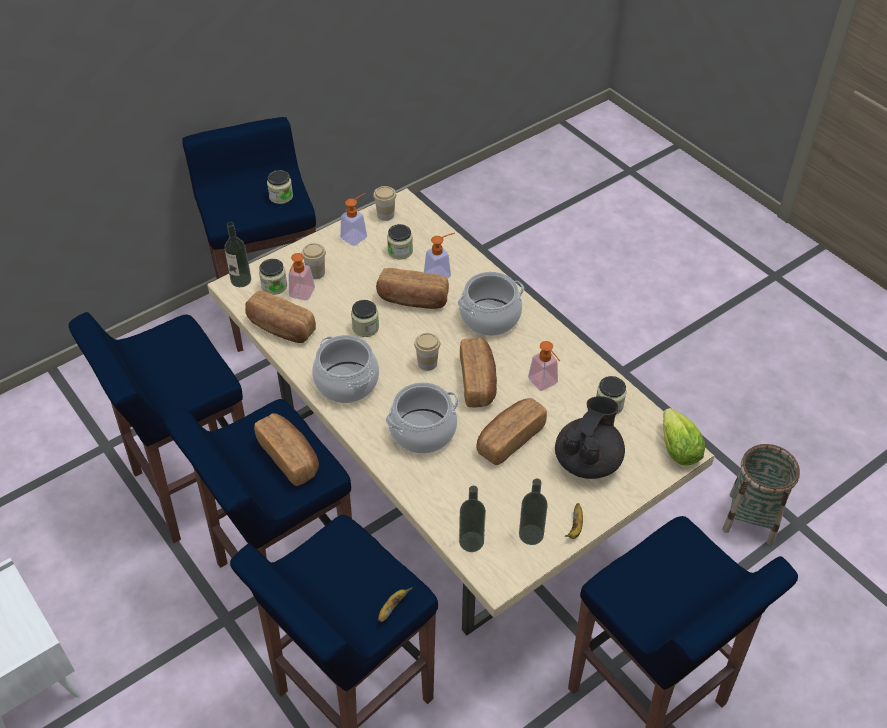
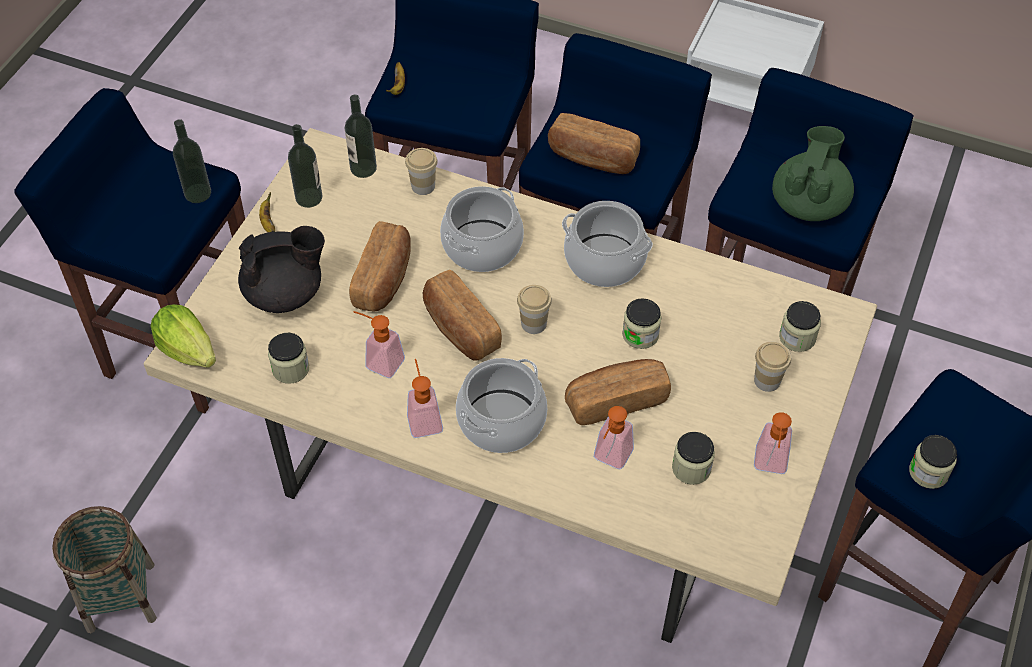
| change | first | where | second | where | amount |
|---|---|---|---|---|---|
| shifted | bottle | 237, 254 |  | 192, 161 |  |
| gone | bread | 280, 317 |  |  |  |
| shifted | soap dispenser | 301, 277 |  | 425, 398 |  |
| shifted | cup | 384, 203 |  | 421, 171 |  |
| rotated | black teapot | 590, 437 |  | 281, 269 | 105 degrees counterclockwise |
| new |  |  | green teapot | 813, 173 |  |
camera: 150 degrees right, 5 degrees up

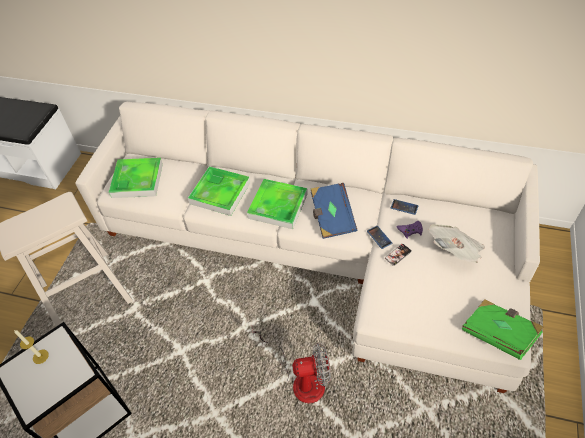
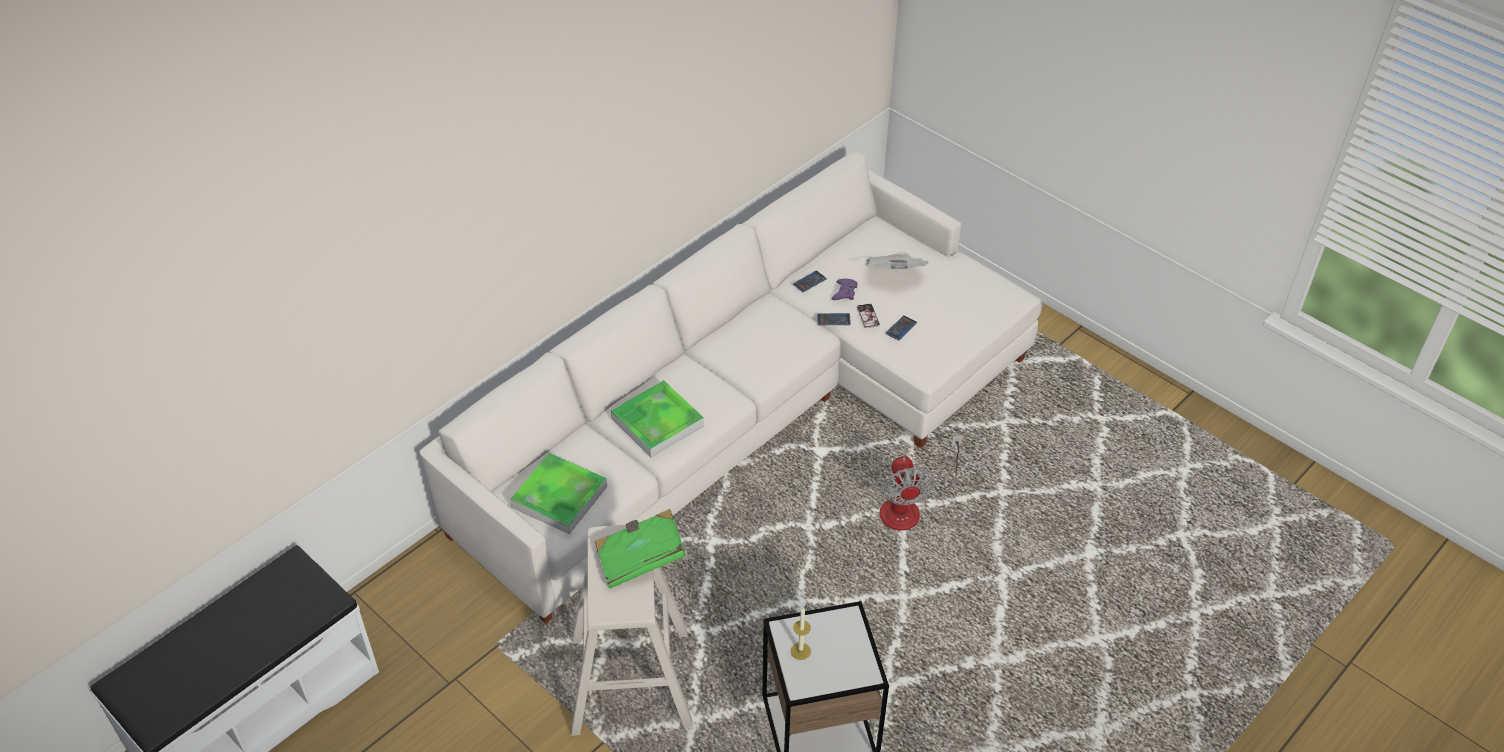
| change | first | where | second | where | amount |
|---|---|---|---|---|---|
| gone | tray | 277, 204 |  |  |  |
| rotated | fan | 291, 365 |  | 921, 483 | 150 degrees clockwise |
| gone | blue book | 334, 211 |  |  |  |
| shifted | green book | 502, 329 |  | 640, 549 |  |
| new |  |  | phone | 901, 327 |  |
camera: 65 degrees left, 5 degrees down

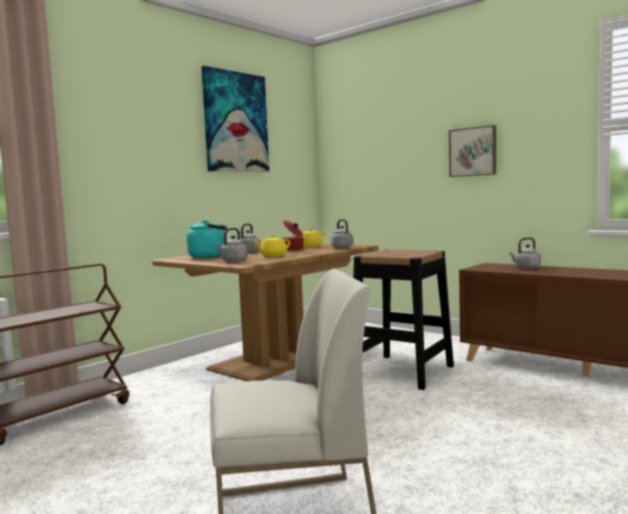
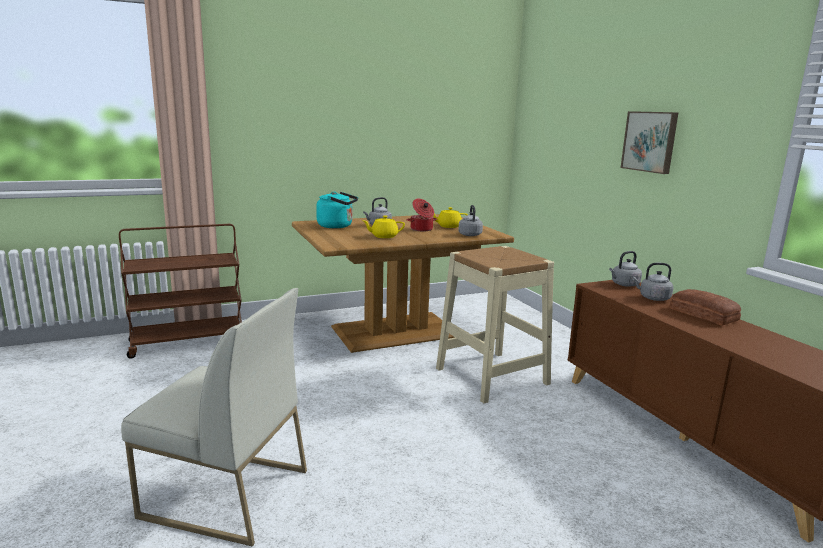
| change | first | where | second | where | amount |
|---|---|---|---|---|---|
| gone | picture | 235, 119 |  |  |  |
| shifted | grey kettle | 232, 245 |  | 625, 269 |  |
| repainted | black stool | 403, 320 | beige stool | 495, 324 |  |
| new |  |  | bread | 705, 307 |  |
camera: 25 degrees right, 10 degrees up

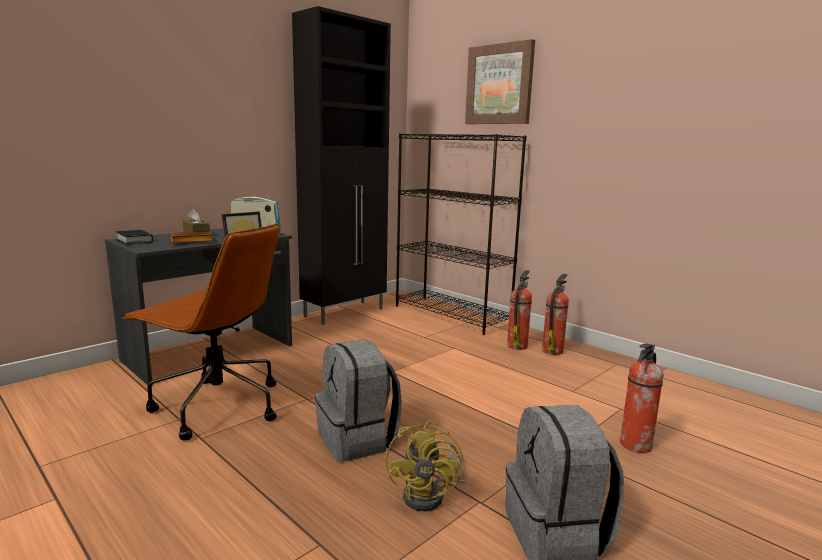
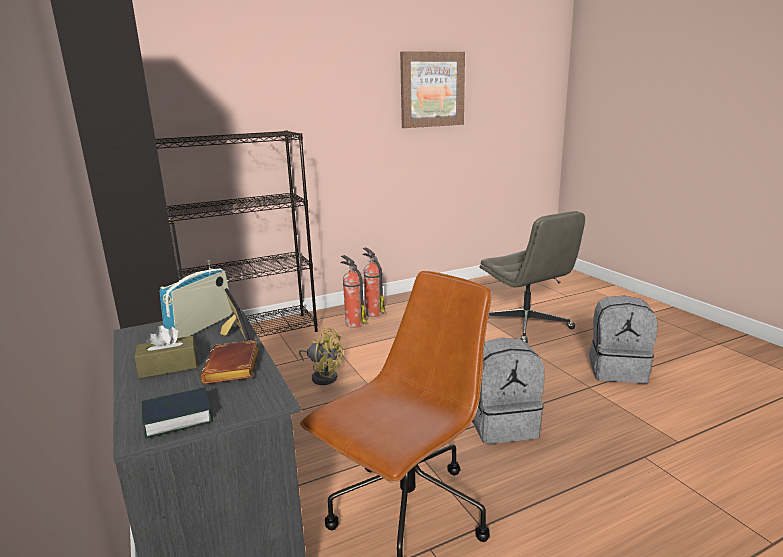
| change | first | where | second | where | amount |
|---|---|---|---|---|---|
| shifted | yellow fan | 426, 465 |  | 321, 356 |  |
| shifted | picture | 500, 81 |  | 432, 89 |  |
| swapped | fire extinguisher | 642, 398 | grey office chair | 532, 277 |  |
camera: 70 degrees left, 5 degrees up

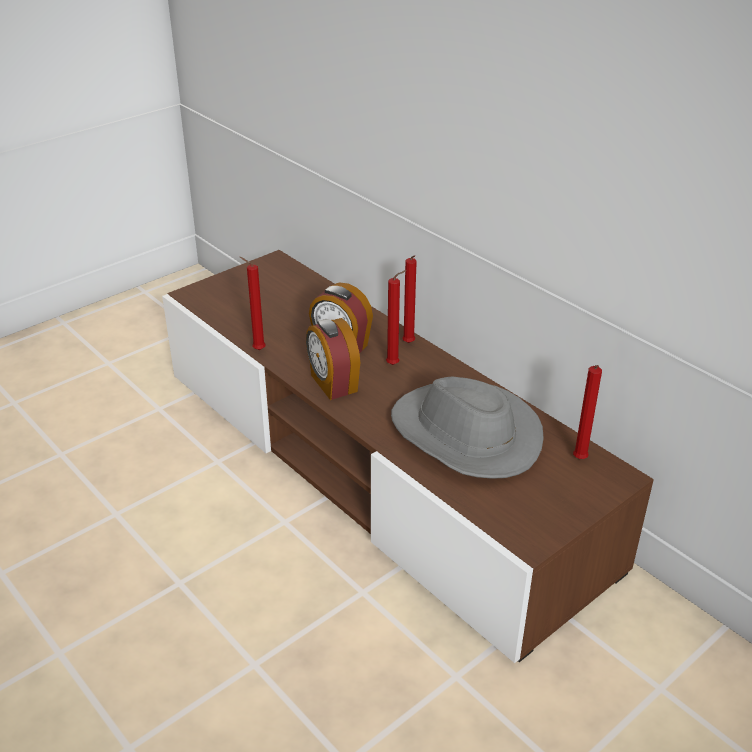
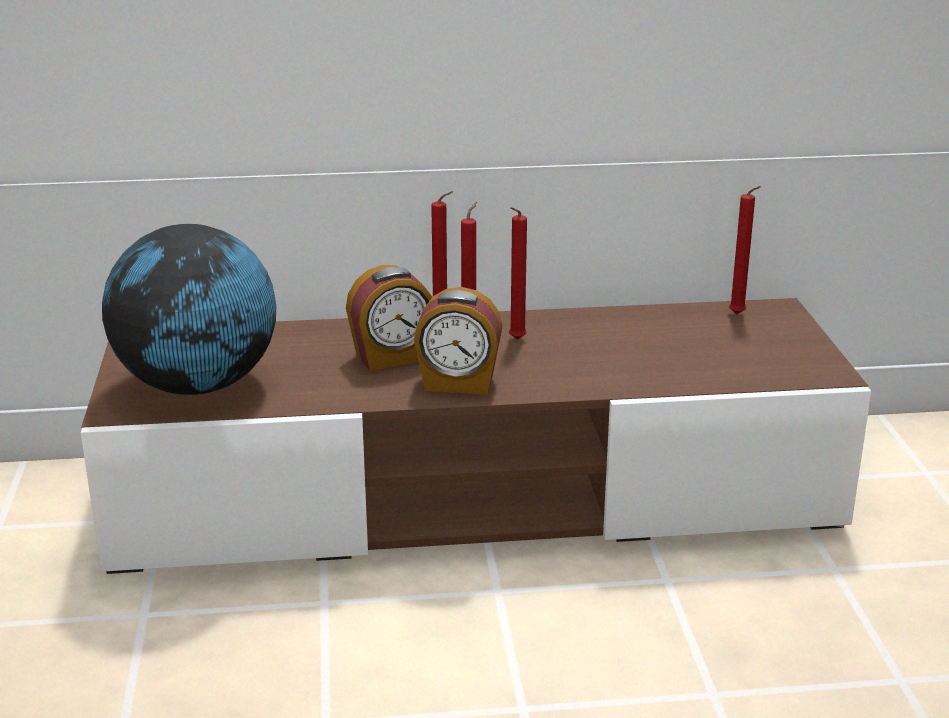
| change | first | where | second | where | amount |
|---|---|---|---|---|---|
| shifted | red candle | 253, 303 |  | 518, 273 |  |
| gone | grey hat | 467, 427 |  |  |  |
| new |  |  | globe | 189, 309 |  |
camera: 55 degrees left, 10 degrees down

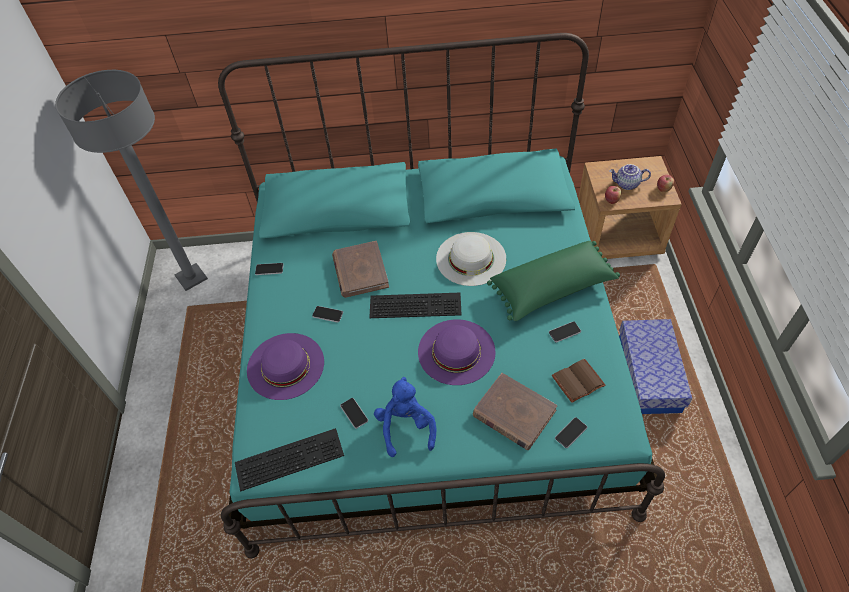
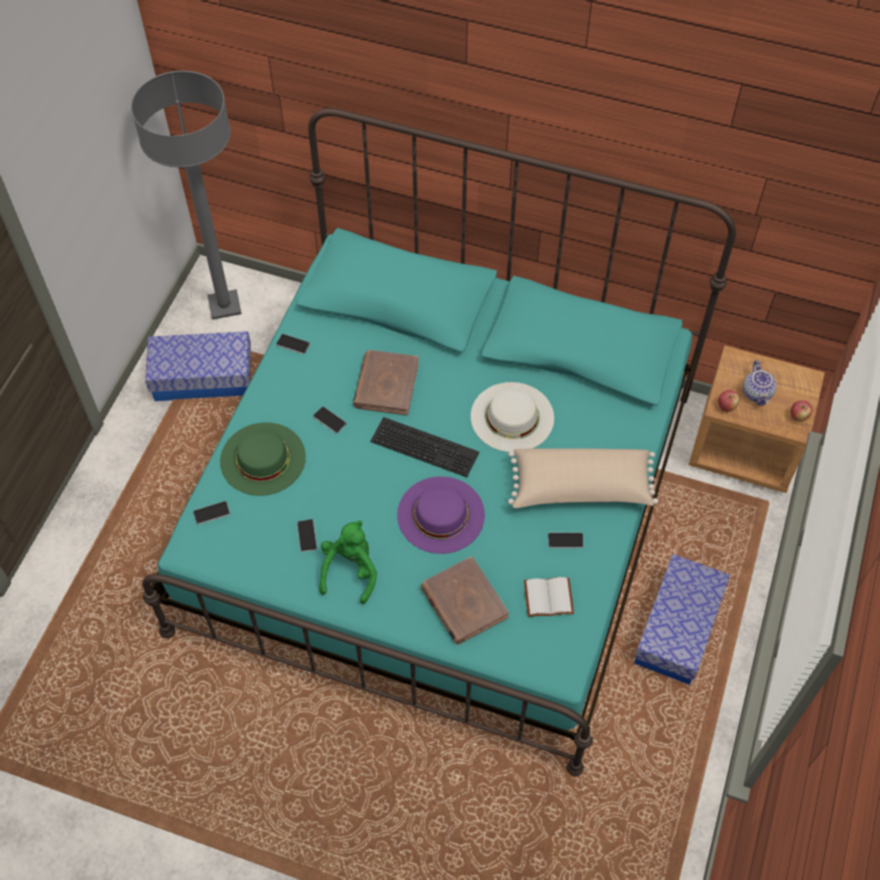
| change | first | where | second | where | amount |
|---|---|---|---|---|---|
| gone | keyboard | 289, 459 |  |  |  |
| repainted | purple hat | 285, 366 | green hat | 263, 459 |  |
| repainted | blue plush toy | 405, 417 | green plush toy | 348, 562 |  |
| repainted | green pillow | 553, 281 | beige pillow | 583, 478 |  |
| repainted | brown book | 579, 381 | white book | 549, 597 |  |
| shifted | phone | 571, 432 |  | 211, 513 |  |
| rotated | teapot | 630, 177 |  | 759, 383 | 120 degrees counterclockwise |
| new |  |  | storage box | 198, 366 |  |
camera: 20 degrees right, 5 degrees up

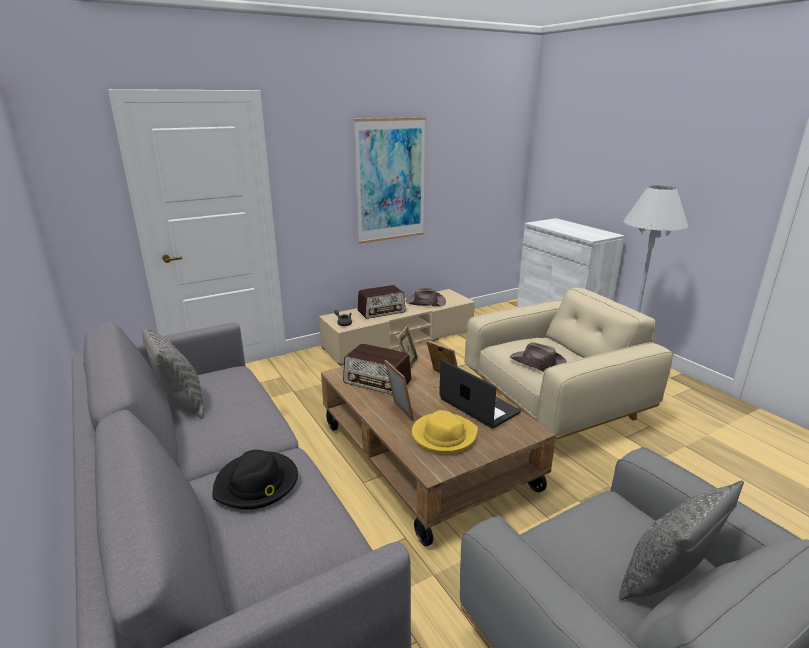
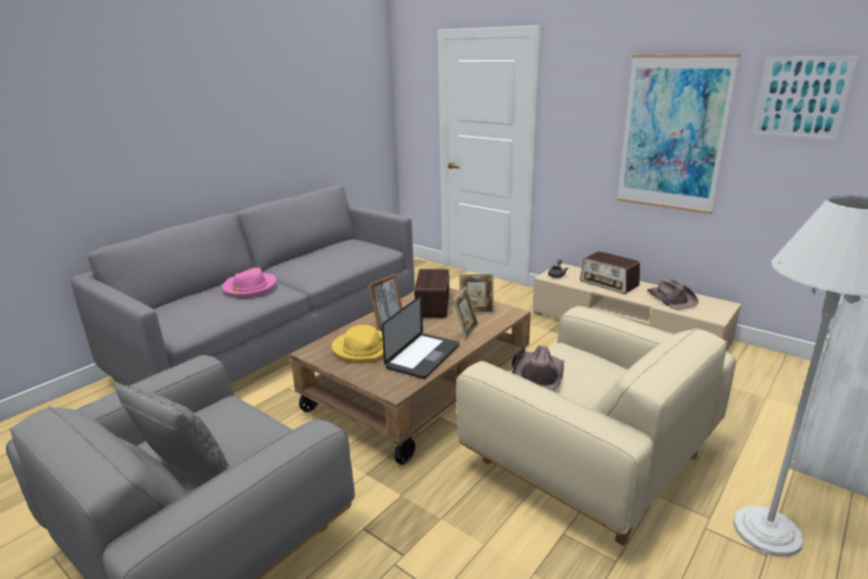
| change | first | where | second | where | amount |
|---|---|---|---|---|---|
| gone | grey pillow | 173, 372 |  |  |  |
| repainted | black hat | 255, 479 | pink hat | 249, 282 |  |
| new |  |  | picture | 805, 98 |  |
camera: 70 degrees right, 0 degrees up

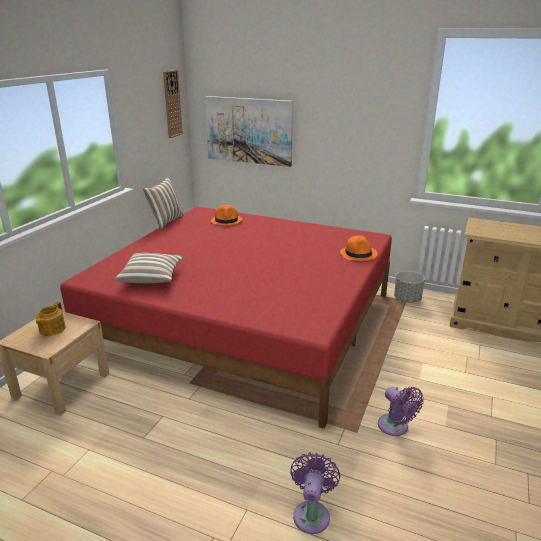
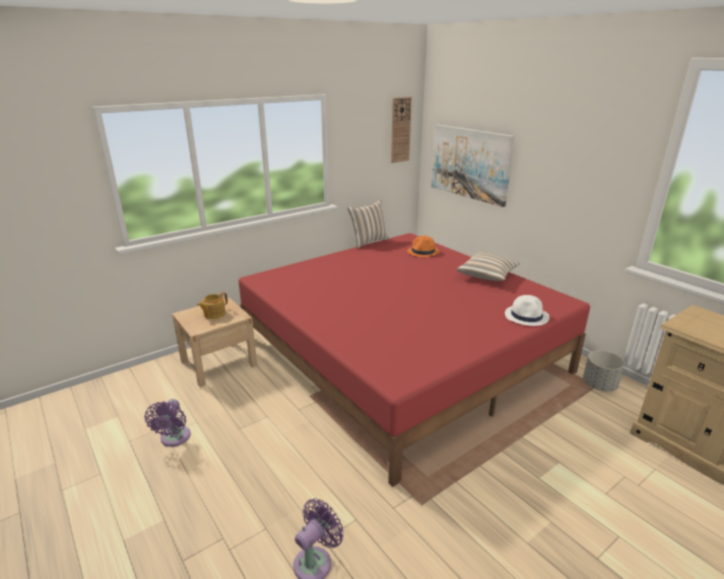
| change | first | where | second | where | amount |
|---|---|---|---|---|---|
| shifted | pillow | 148, 268 |  | 488, 266 |  |
| repainted | orange hat | 359, 248 | white hat | 527, 310 |  |
| shifted | purple fan | 401, 411 |  | 168, 423 |  |
camera: 30 degrees right, 0 degrees up

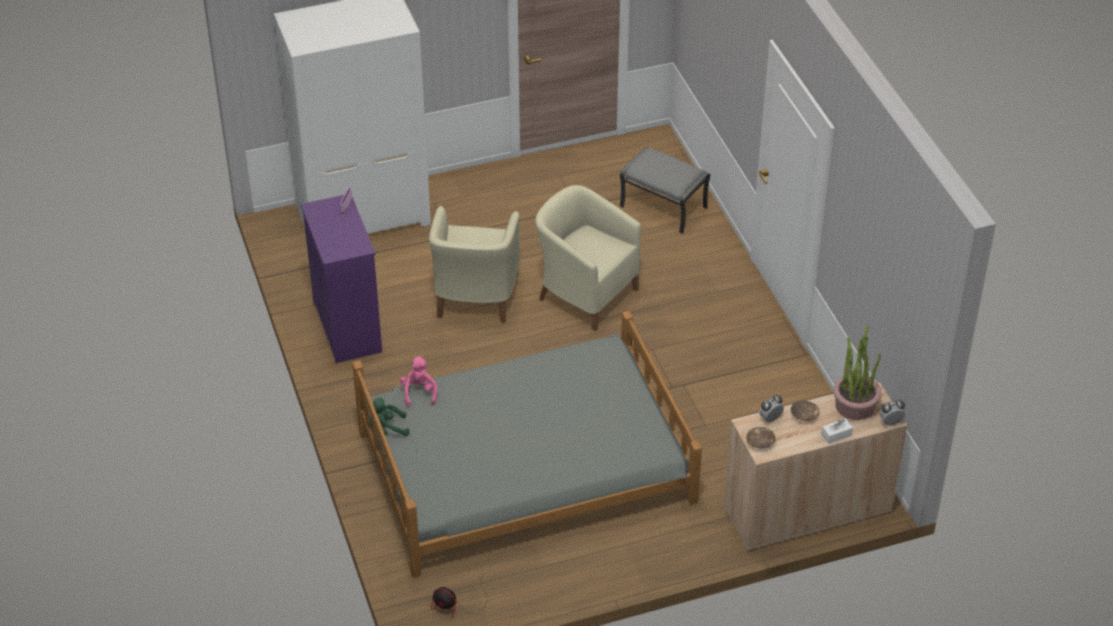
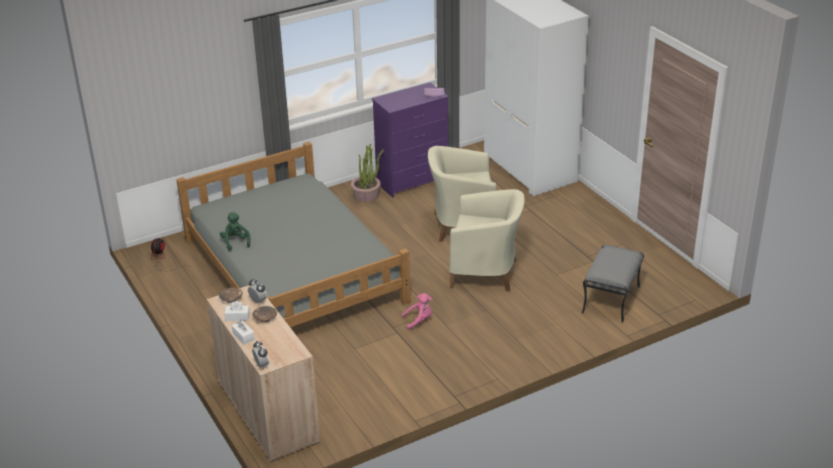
| change | first | where | second | where | amount |
|---|---|---|---|---|---|
| shifted | green plush toy | 389, 417 |  | 235, 231 |  |
| shifted | pink plush toy | 419, 381 |  | 417, 311 |  |
| rotated | beige armchair | 588, 258 |  | 486, 240 | 75 degrees clockwise |
| shifted | potted plant | 857, 372 |  | 367, 173 |  |
| new |  |  | white tissue box | 237, 311 |  |
camera: 80 degrees right, 10 degrees down

